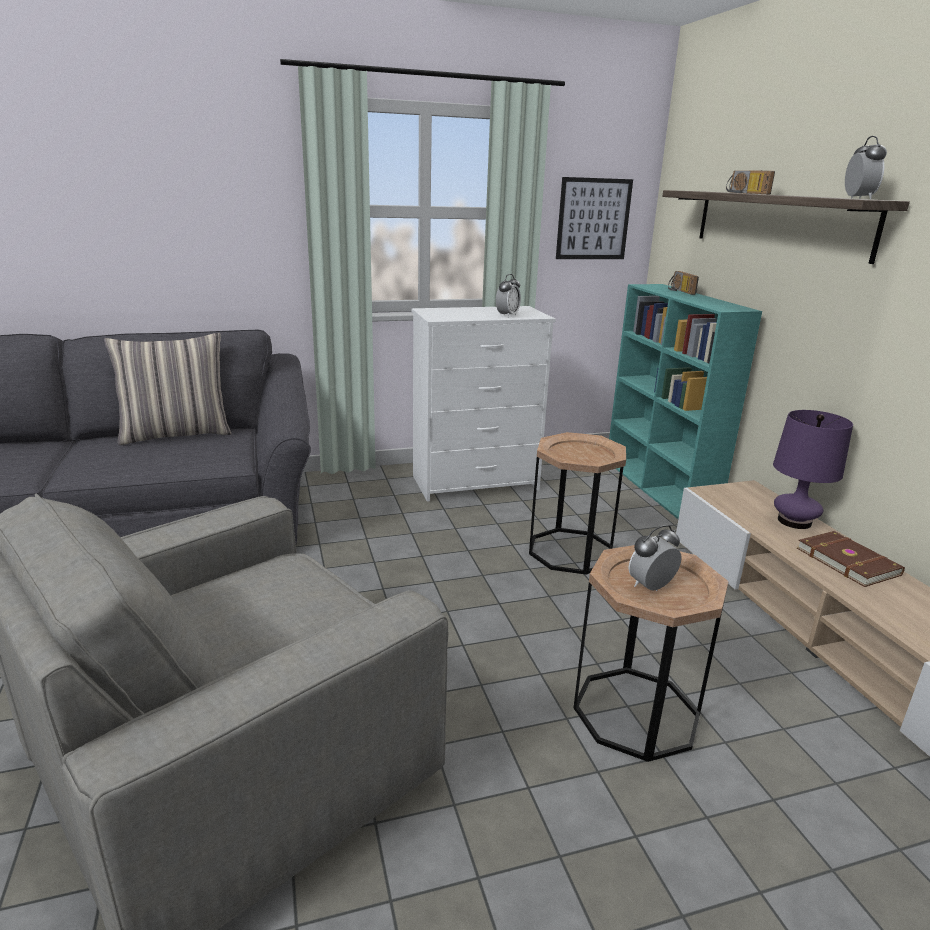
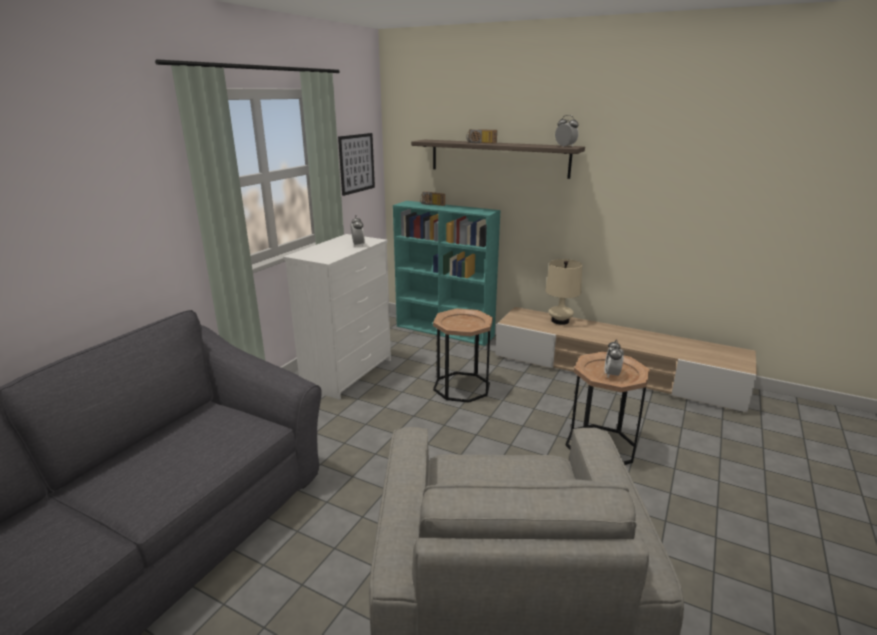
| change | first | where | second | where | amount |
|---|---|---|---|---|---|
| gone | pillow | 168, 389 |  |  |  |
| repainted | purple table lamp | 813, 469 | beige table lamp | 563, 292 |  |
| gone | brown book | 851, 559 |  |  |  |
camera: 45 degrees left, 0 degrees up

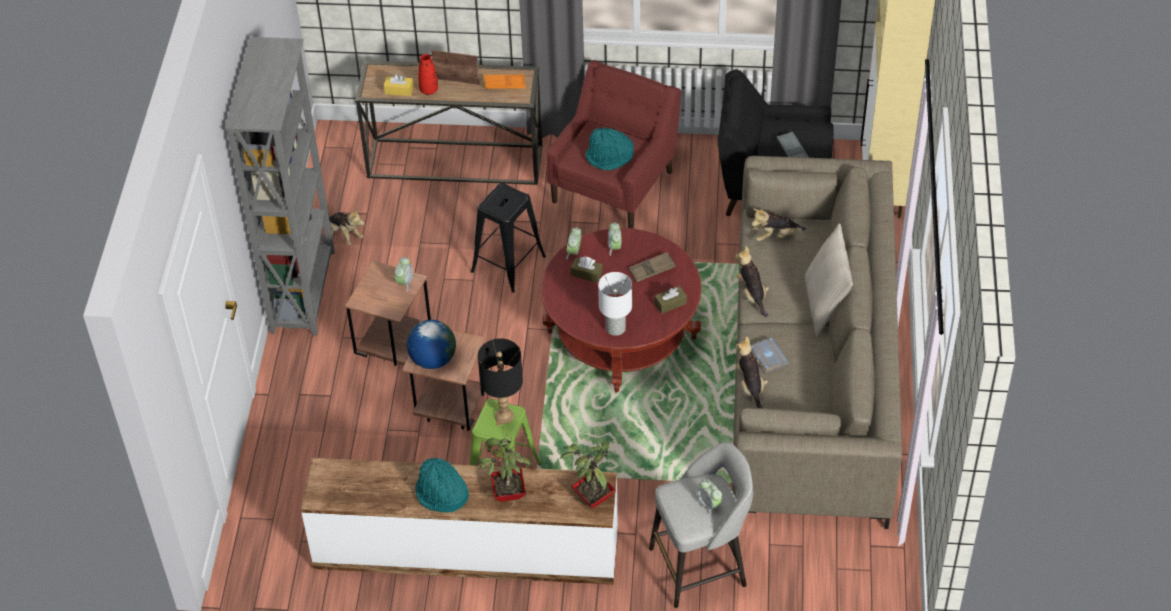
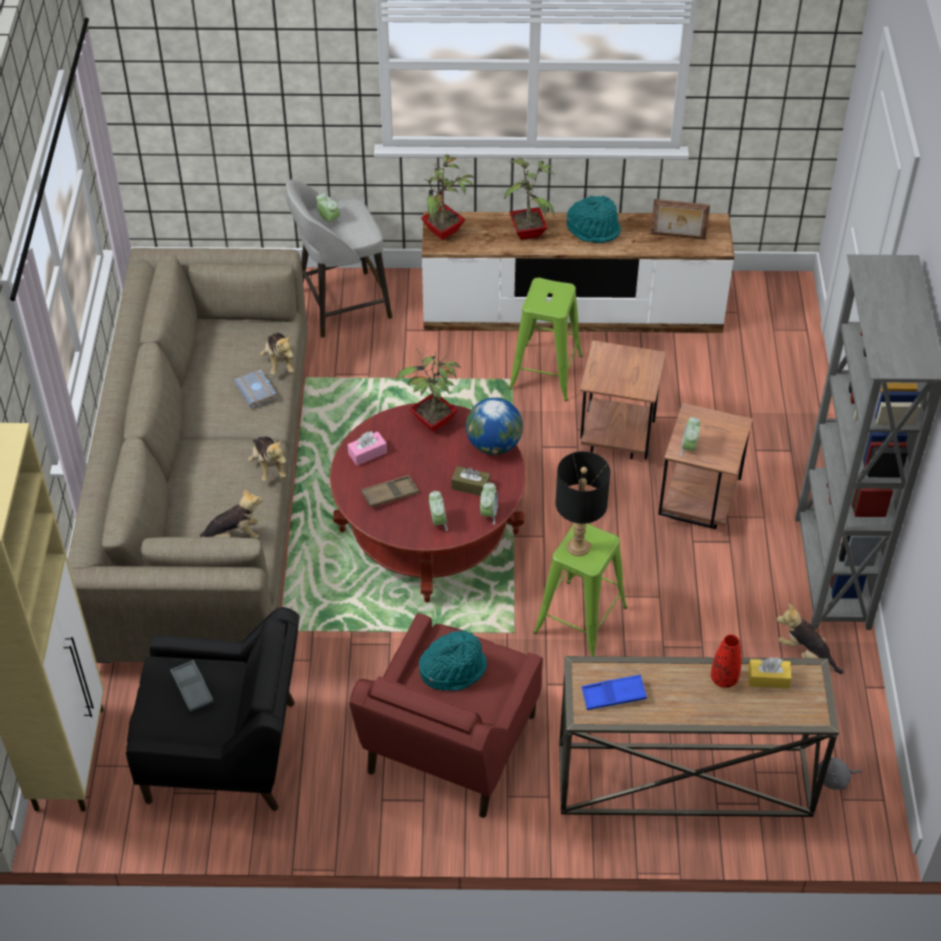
| change | first | where | second | where | amount |
|---|---|---|---|---|---|
| shifted | globe | 431, 344 |  | 494, 426 |  |
| shifted | picture frame | 455, 67 |  | 680, 219 |  |
| repainted | black stool | 508, 238 | green stool | 580, 589 |  |
| shifted | black table lamp | 500, 381 |  | 583, 503 |  |
| repainted | orange tray | 505, 81 | blue tray | 614, 692 |  |
| swapped | white table lamp | 615, 304 | potted plant | 428, 390 |  |
| repainted | brown tissue box | 670, 300 | pink tissue box | 367, 448 |  |
| gone | beige pillow | 829, 280 |  |  |  |
| new |  |  | grey plush toy | 839, 773 |  |
camera: 175 degrees right, 0 degrees up

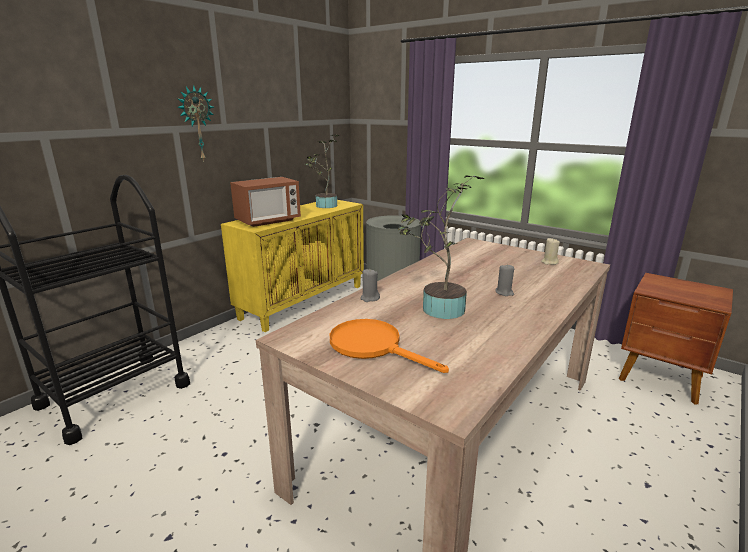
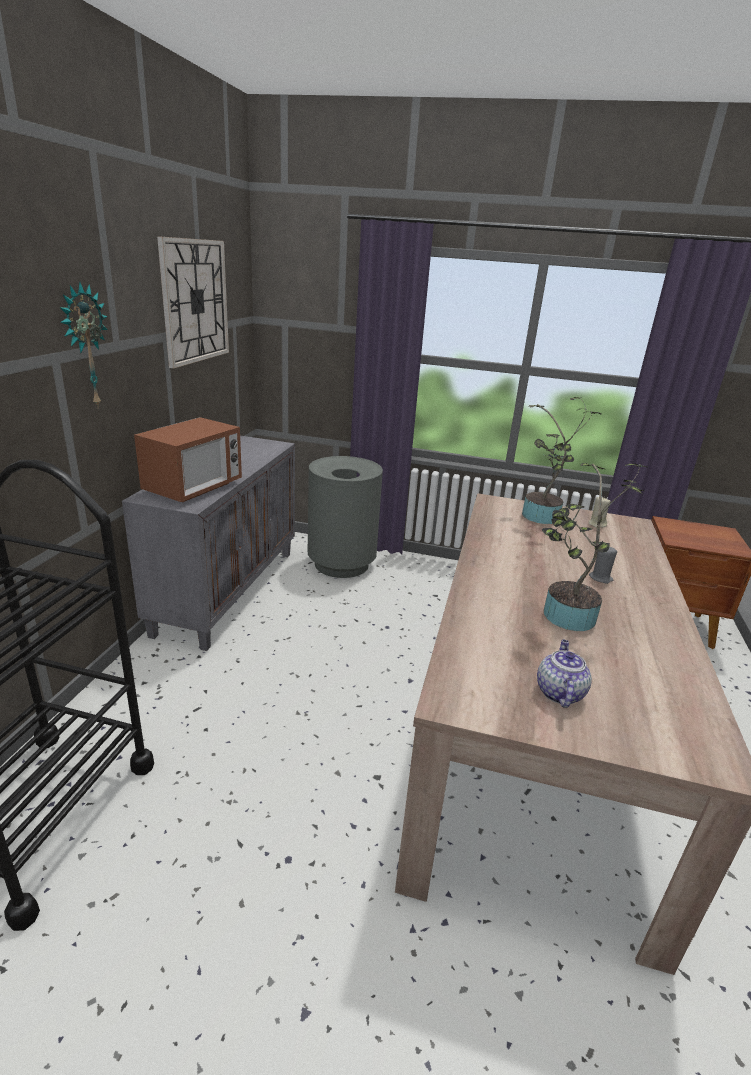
| change | first | where | second | where | amount |
|---|---|---|---|---|---|
| repainted | yellow cabinet | 292, 266 | grey cabinet | 208, 543 |  |
| shifted | potted plant | 322, 171 |  | 562, 460 |  |
| swapped | orange frying pan | 389, 346 | teapot | 564, 673 |  |
| gone | grey candle | 370, 285 |  |  |  |
| new |  |  | wall clock | 193, 302 |  |
camera: 25 degrees left, 5 degrees up

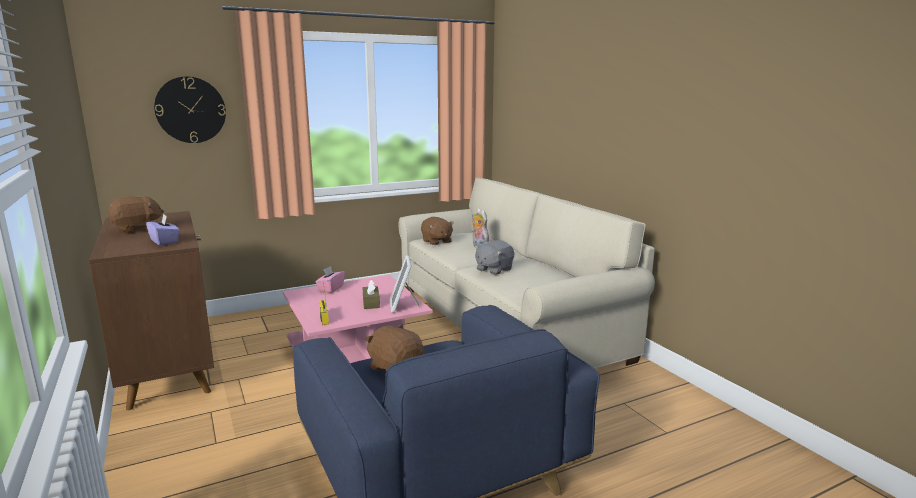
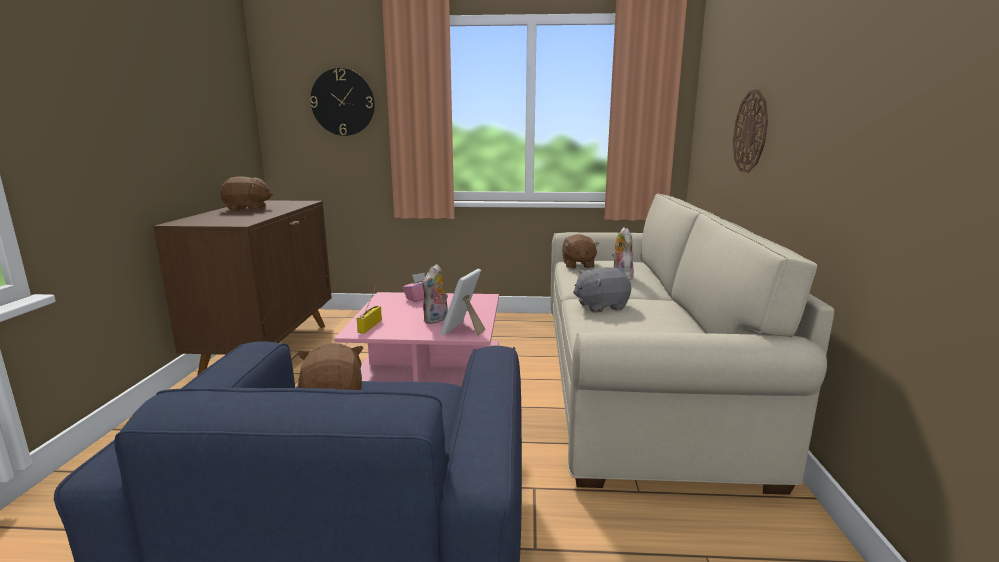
| change | first | where | second | where | amount |
|---|---|---|---|---|---|
| gone | purple tissue box | 163, 230 |  |  |  |
| swapped | brown tissue box | 371, 294 | plush toy | 435, 294 |  |
| new |  |  | wall clock | 750, 131 |  |
camera: 30 degrees right, 0 degrees up

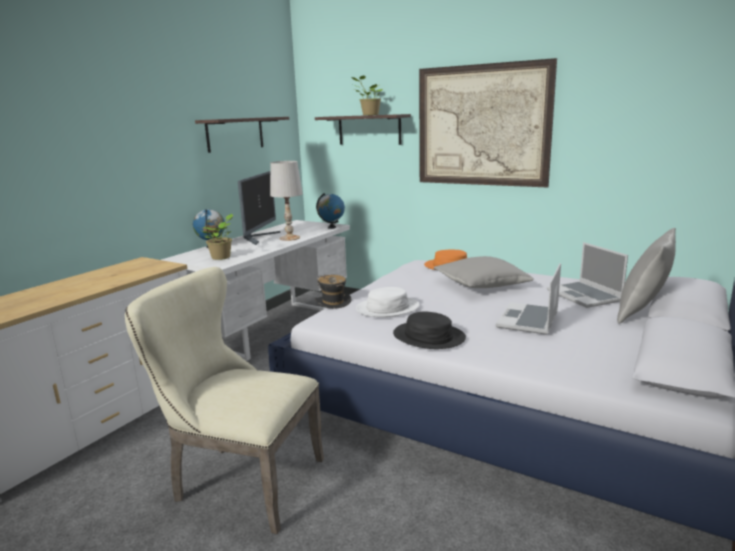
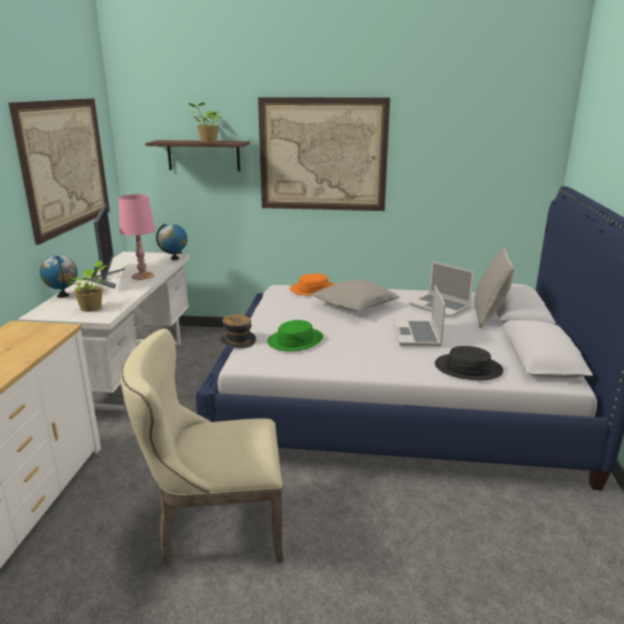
| change | first | where | second | where | amount |
|---|---|---|---|---|---|
| swapped | shelf | 242, 135 | picture | 59, 171 |  |
| repainted | white table lamp | 286, 201 | pink table lamp | 136, 237 |  |
| repainted | white hat | 388, 302 | green hat | 295, 335 |  |
| shifted | black hat | 429, 330 |  | 469, 363 |  |
camera: 25 degrees left, 5 degrees up

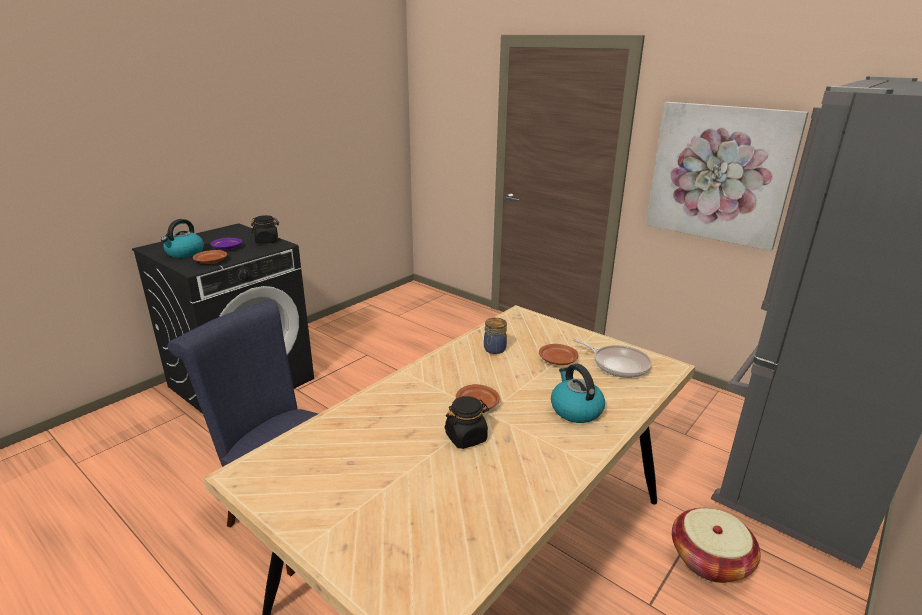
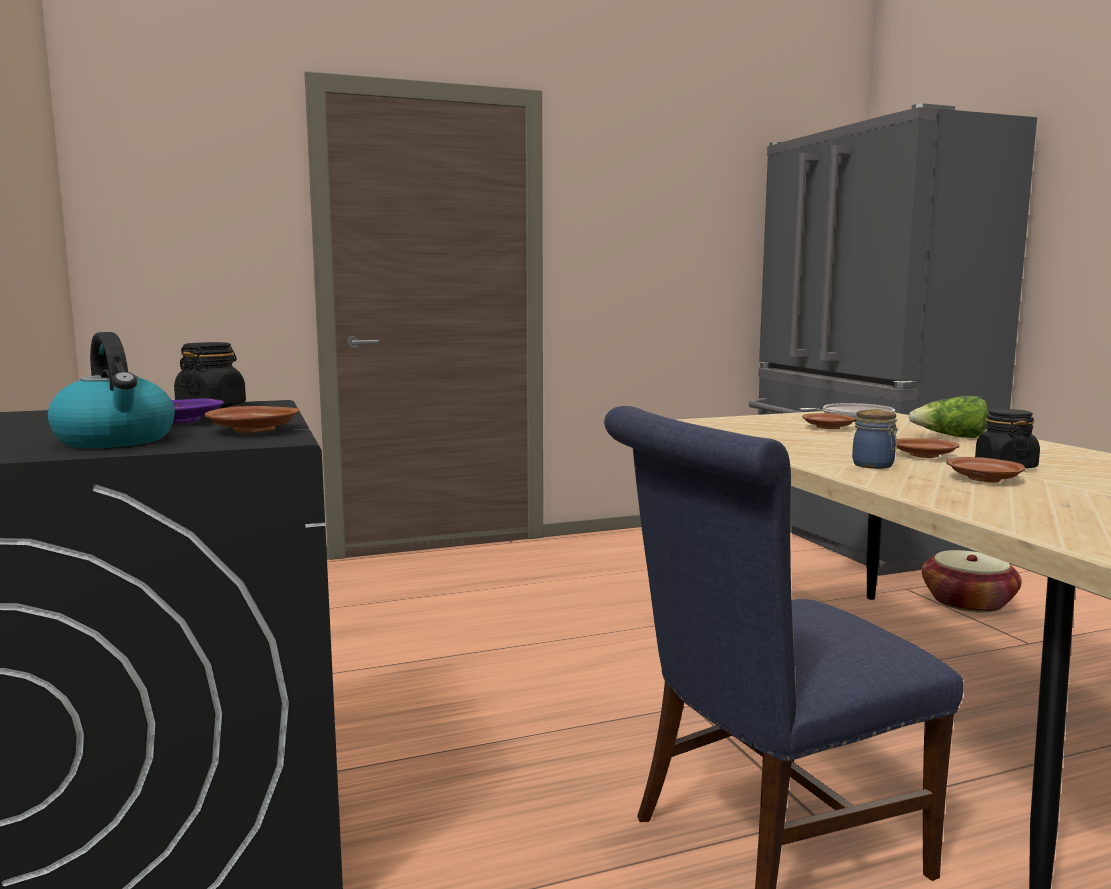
| change | first | where | second | where | amount |
|---|---|---|---|---|---|
| shifted | jar | 495, 336 |  | 875, 439 |  |
| swapped | kettle | 578, 393 | lettuce | 948, 417 |  |
| gone | picture | 727, 176 |  |  |  |
| new |  |  | brown plate | 986, 470 |  |
camera: 60 degrees left, 15 degrees down

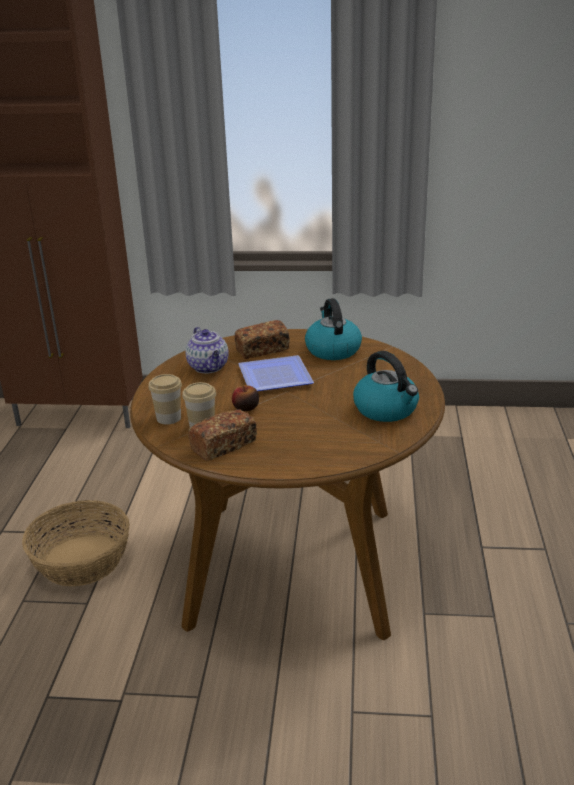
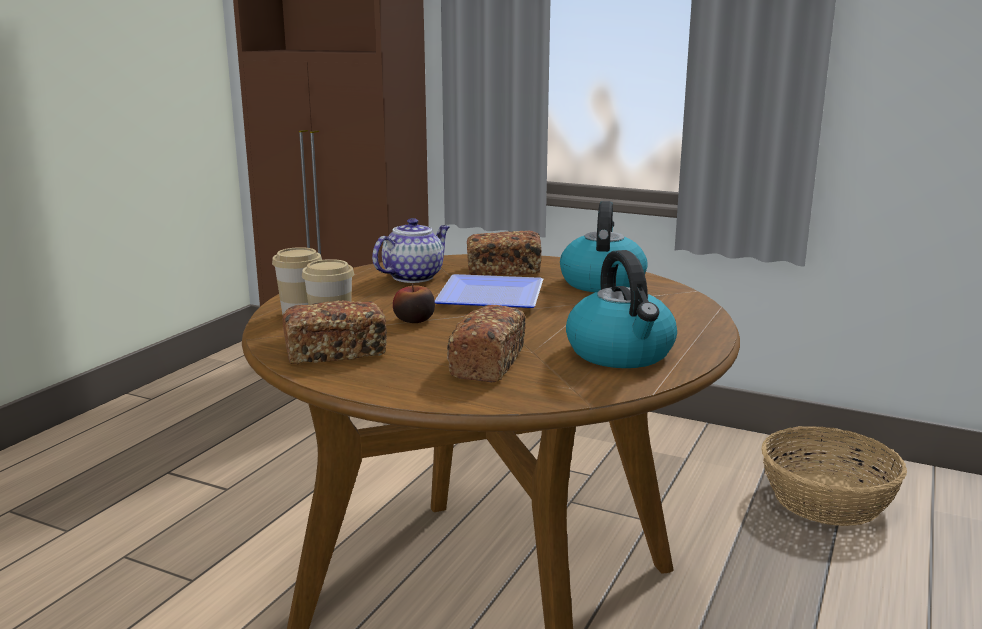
| change | first | where | second | where | amount |
|---|---|---|---|---|---|
| shifted | basket | 76, 543 |  | 834, 476 |  |
| rotated | teapot | 207, 350 |  | 411, 250 | 135 degrees counterclockwise |
| new |  |  | bread | 486, 343 |  |
camera: 20 degrees right, 10 degrees down

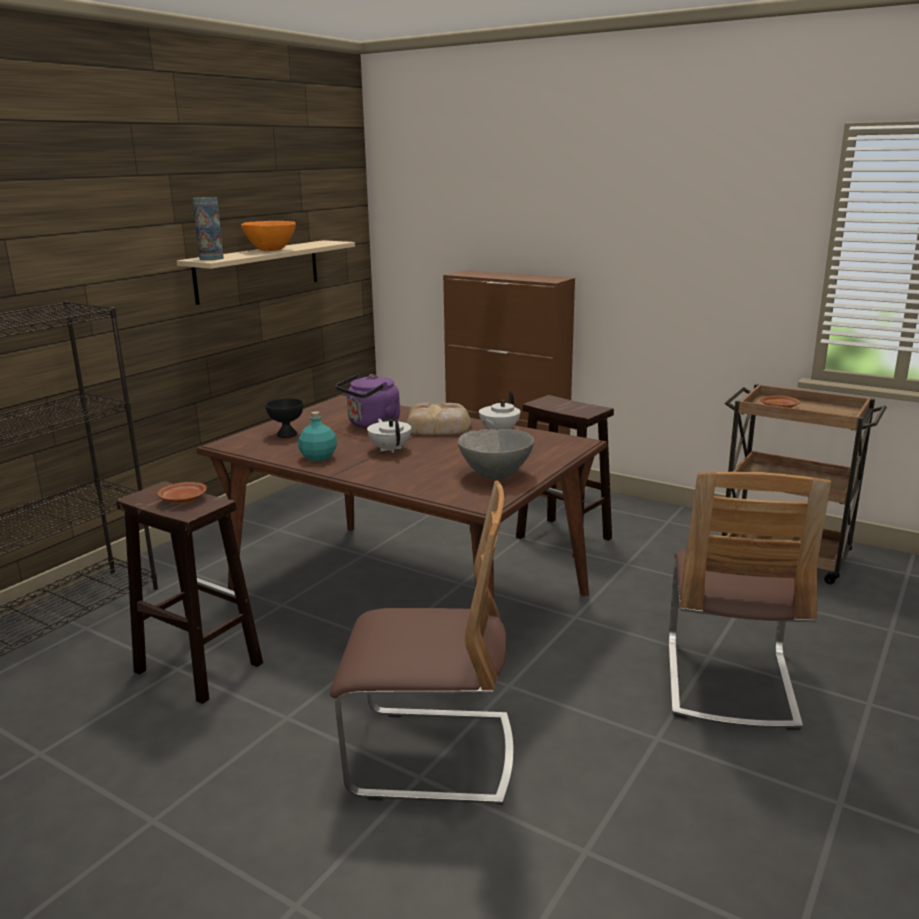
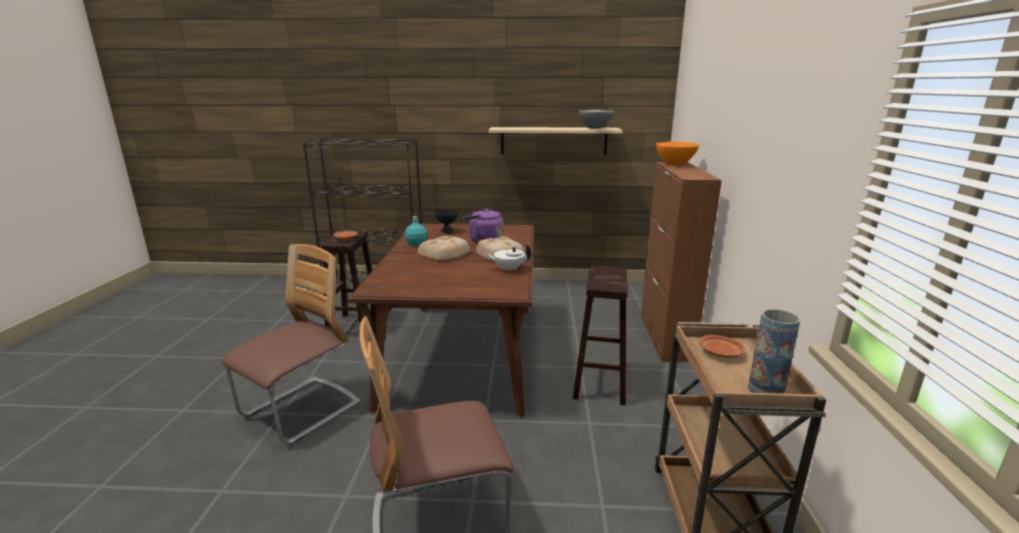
| change | first | where | second | where | amount |
|---|---|---|---|---|---|
| shifted | vase | 208, 228 |  | 774, 351 |  |
| shifted | orange bowl | 268, 236 |  | 677, 153 |  |
| rotated | chair | 422, 643 |  | 291, 344 | 120 degrees counterclockwise |
| swapped | white teapot | 389, 436 | bread | 444, 248 |  |
| shifted | grey bowl | 496, 454 |  | 596, 119 |  |
camera: 60 degrees right, 0 degrees up

